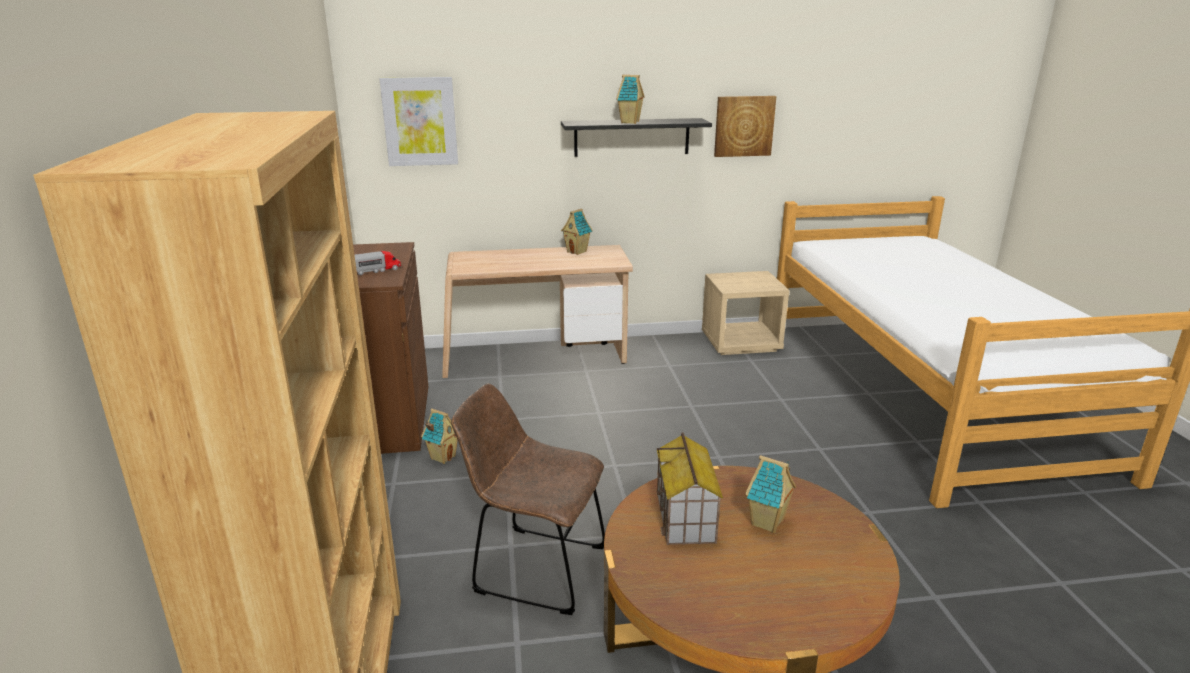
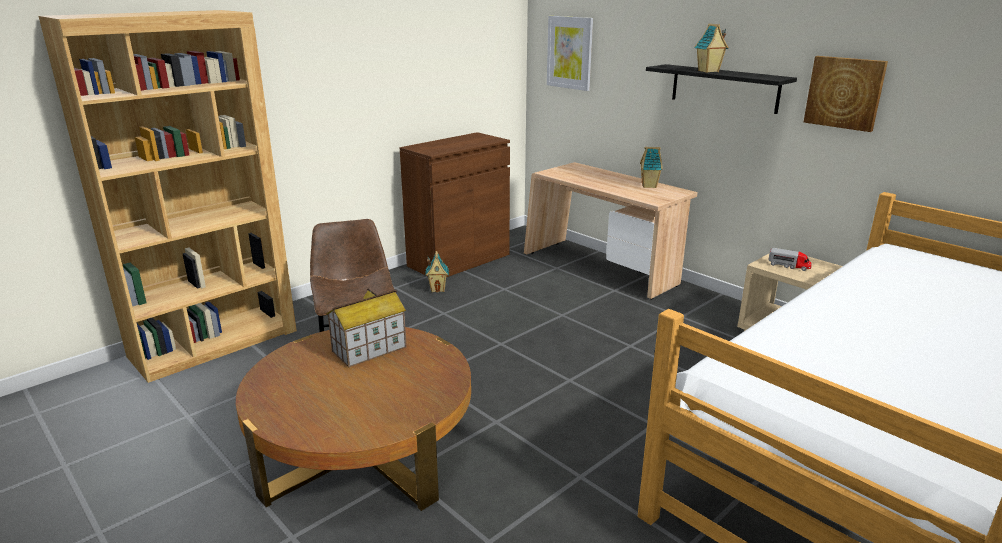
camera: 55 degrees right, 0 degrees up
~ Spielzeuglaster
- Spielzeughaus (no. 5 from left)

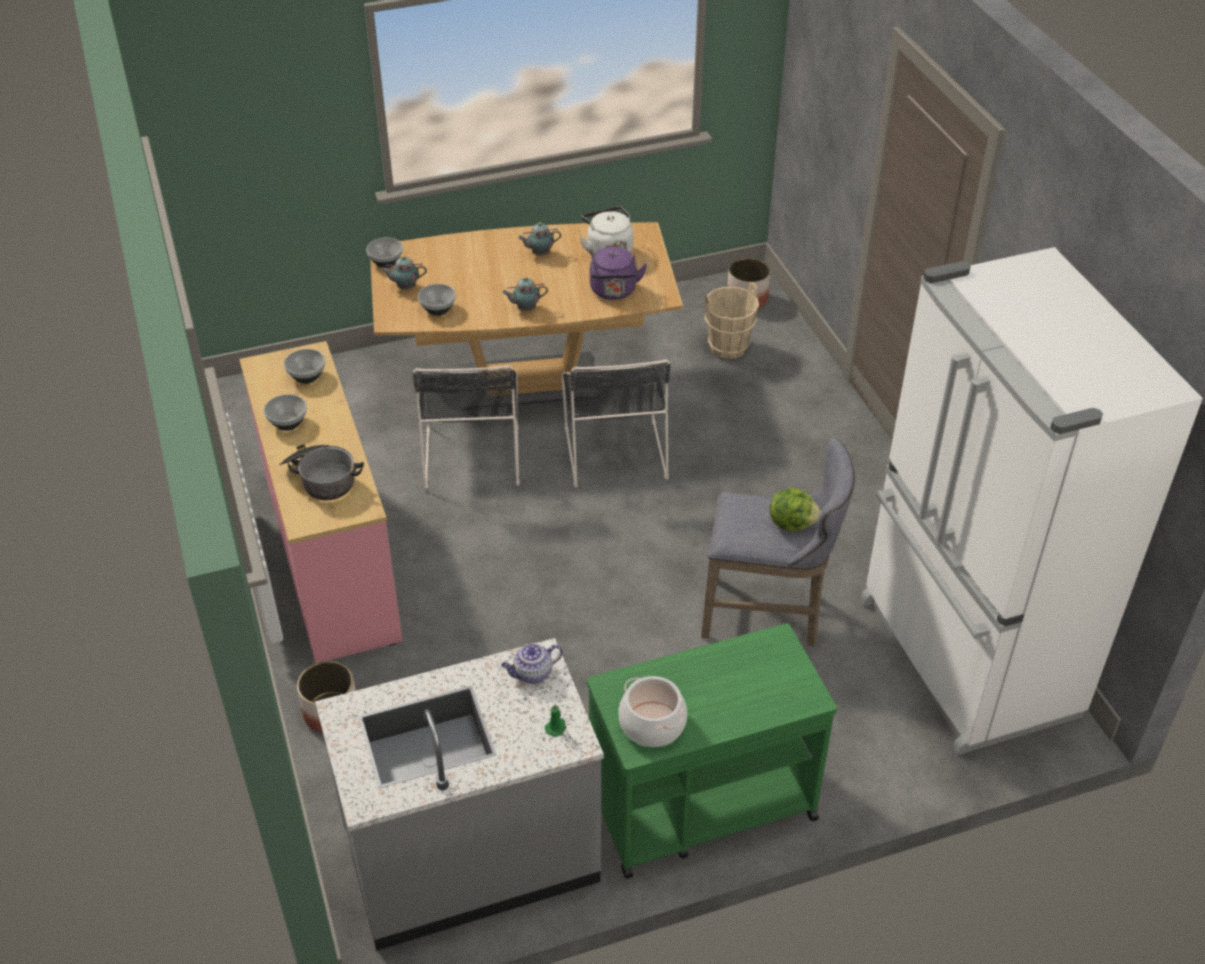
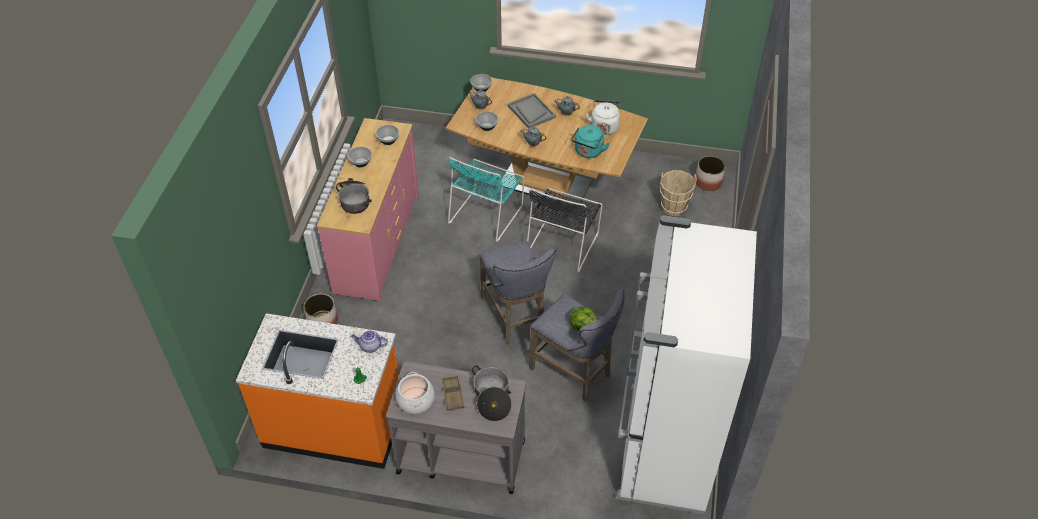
camera: 30 degrees right, 5 degrees up
~ Küchenzeile [grau] to Küchenzeile [orange]
~ Rollwagen [grün] to Rollwagen [grau]
+ Tablett [braun]
~ Stuhl [schwarz] (no. 1 from left) to Stuhl [türkis]
+ Kochtopf (no. 3 from left)
+ Hocker [grau] (no. 1 from left)
+ Tablett [grau]
~ Wasserkessel [lila] to Wasserkessel [türkis]

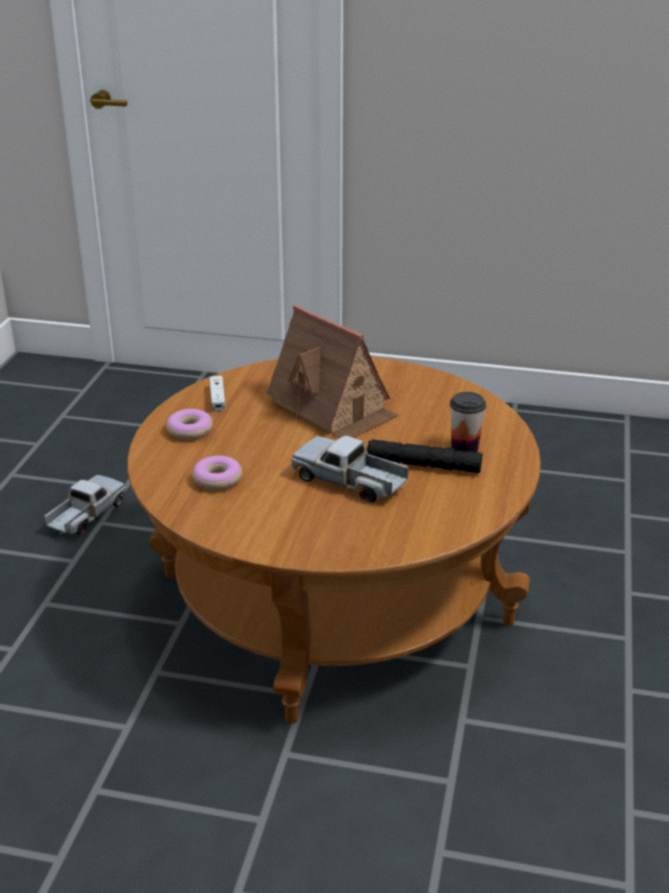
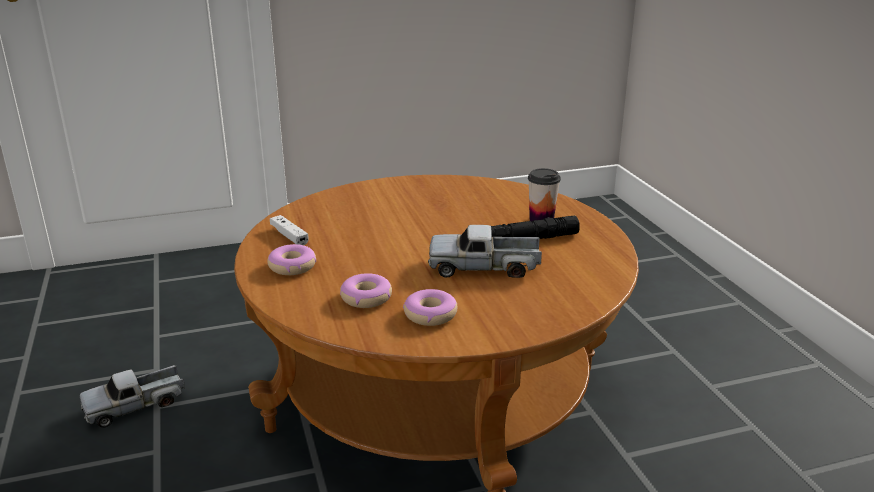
camera: 30 degrees left, 5 degrees down
~ Spielzeuglaster (no. 1 from left) 120 degrees counterclockwise
+ Donut (no. 3 from left)
- Spielzeughaus

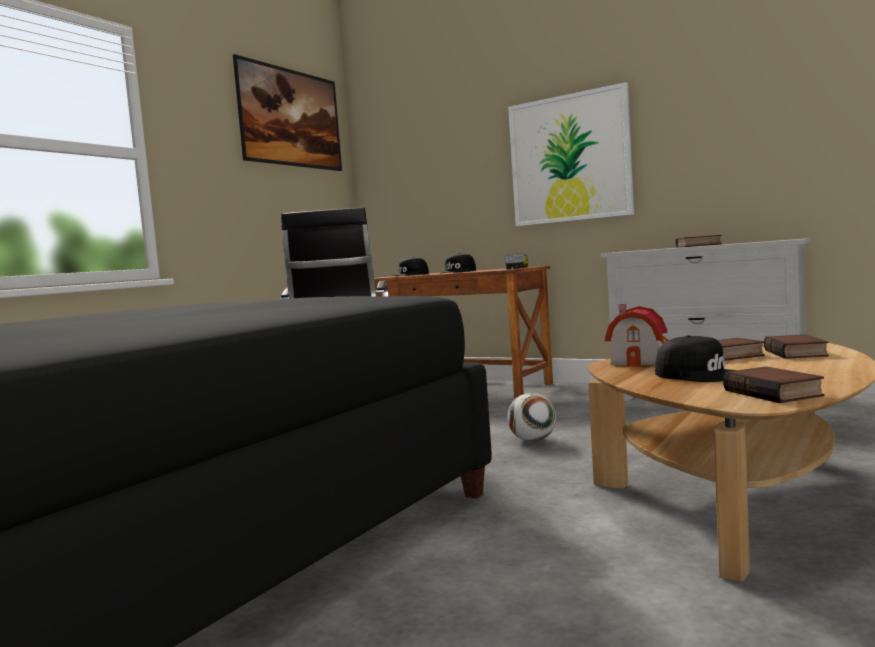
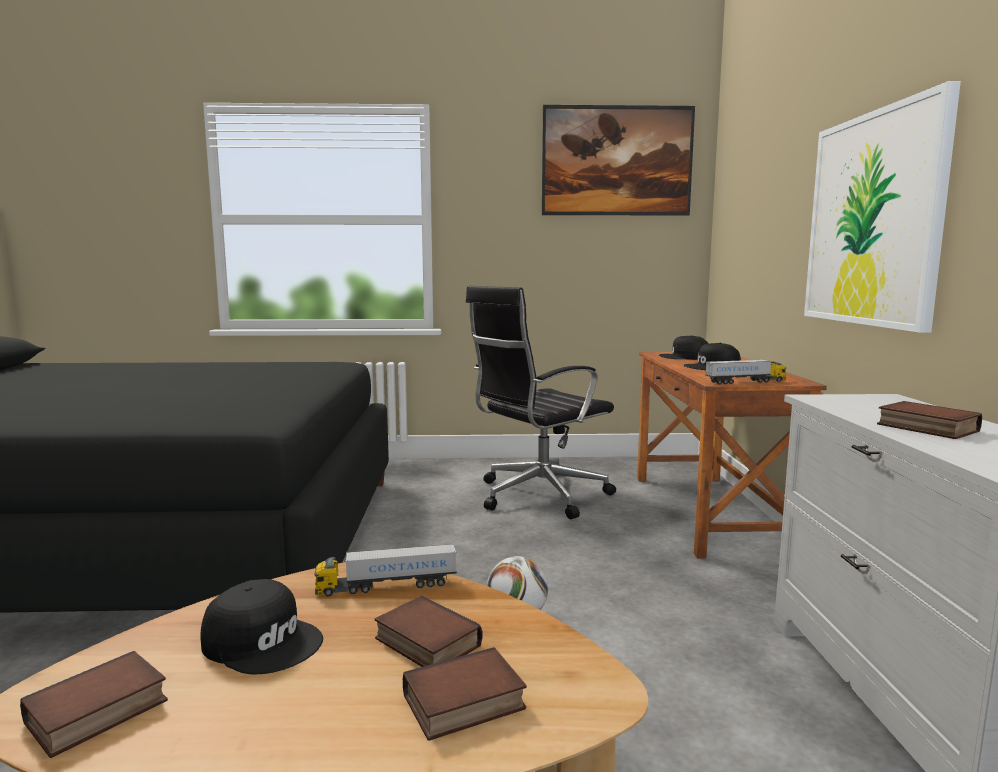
camera: 55 degrees right, 5 degrees up
~ Kappe [schwarz] (no. 3 from left in the first image) 75 degrees counterclockwise
~ Spielzeughaus to Spielzeuglaster (no. 1 from left)

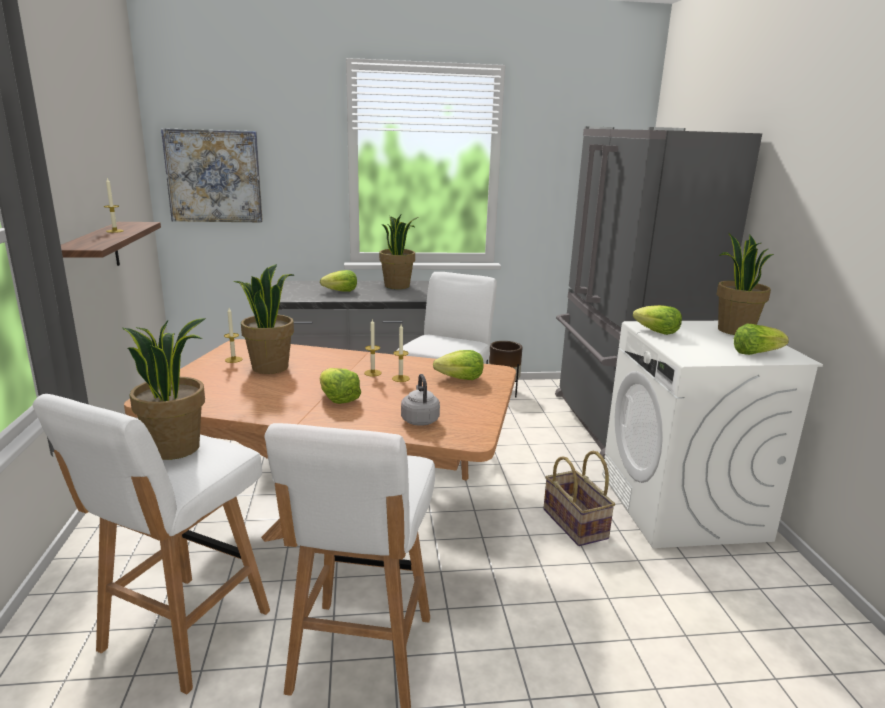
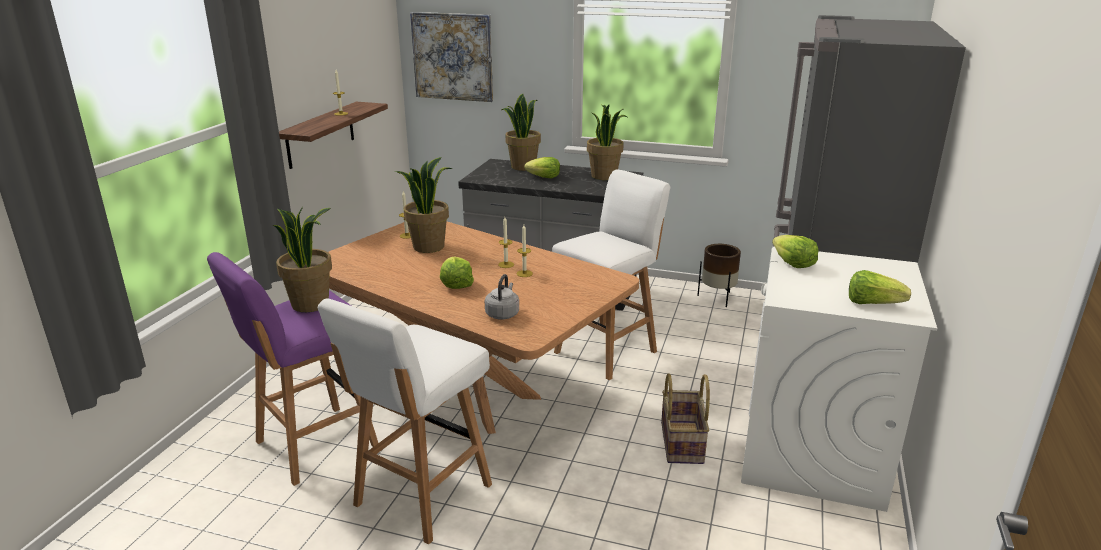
camera: 25 degrees right, 5 degrees up
~ Hocker [weiß] (no. 1 from left) to Hocker [lila]
~ Topfpflanze (no. 4 from left in the first image) to Topfpflanze (no. 3 from left)
- Salatkopf (no. 3 from left)

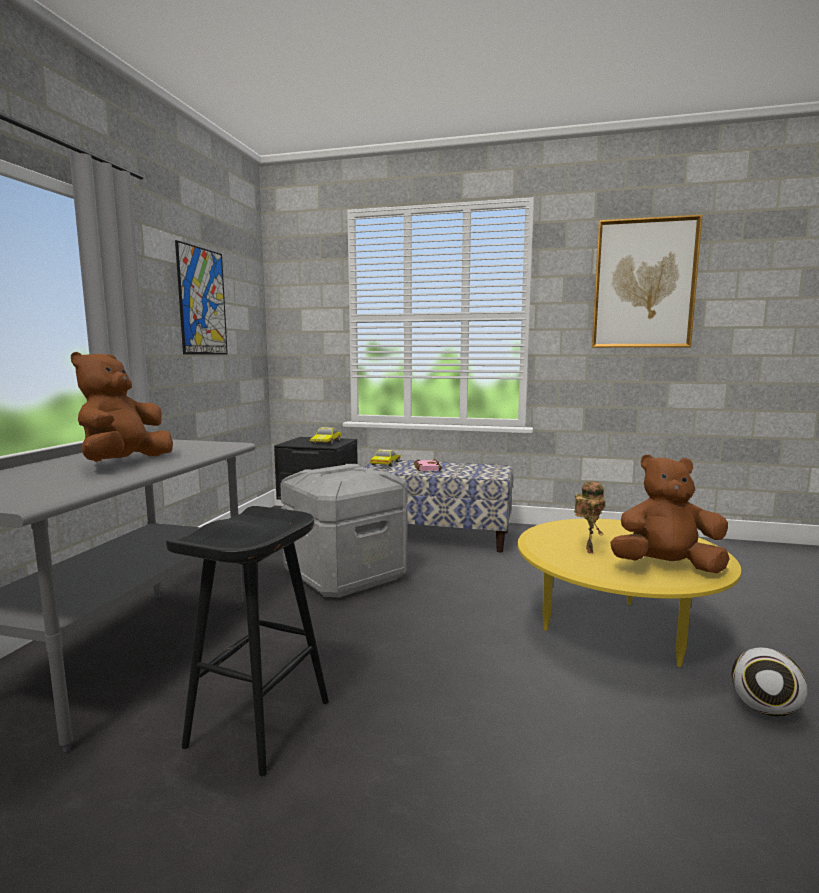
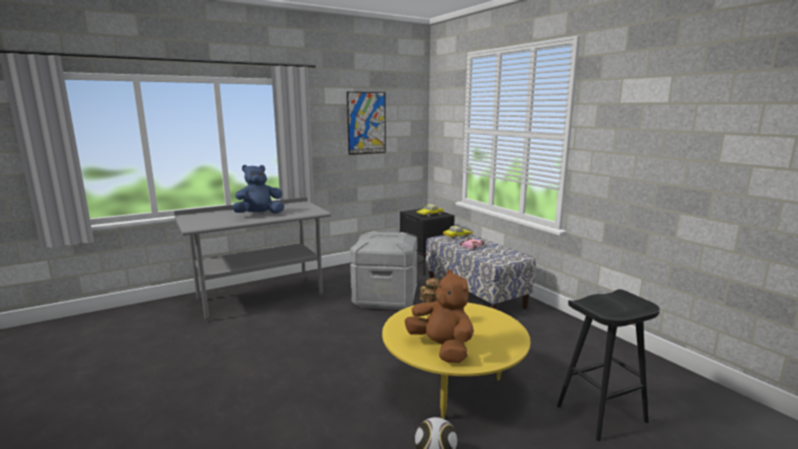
camera: 45 degrees right, 5 degrees up
~ Plüschtier [braun] (no. 1 from left) to Plüschtier [blau]
~ Hocker [schwarz]
- Bild (no. 2 from left)

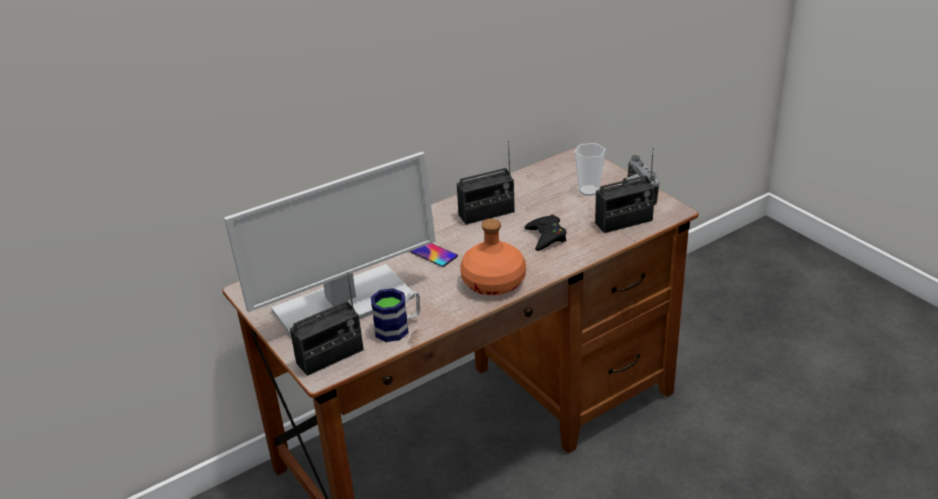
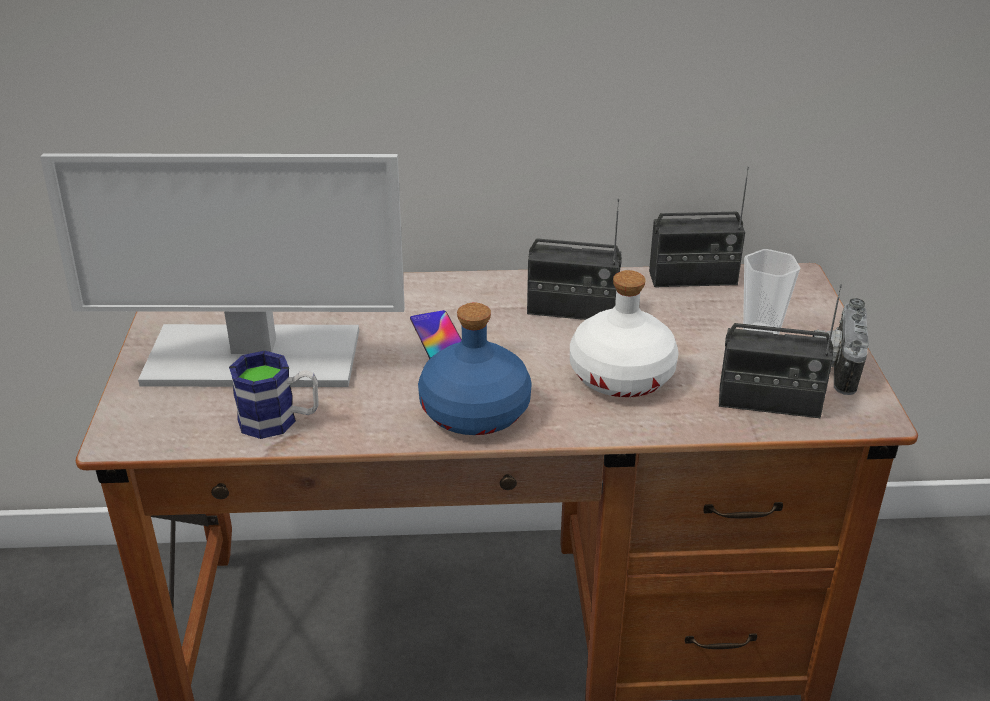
camera: 30 degrees right, 0 degrees up
~ Flasche [orange] to Flasche [blau]
~ Gamepad [schwarz] to Flasche [weiß]
~ Radio (no. 1 from left in the first image) to Radio (no. 2 from left)

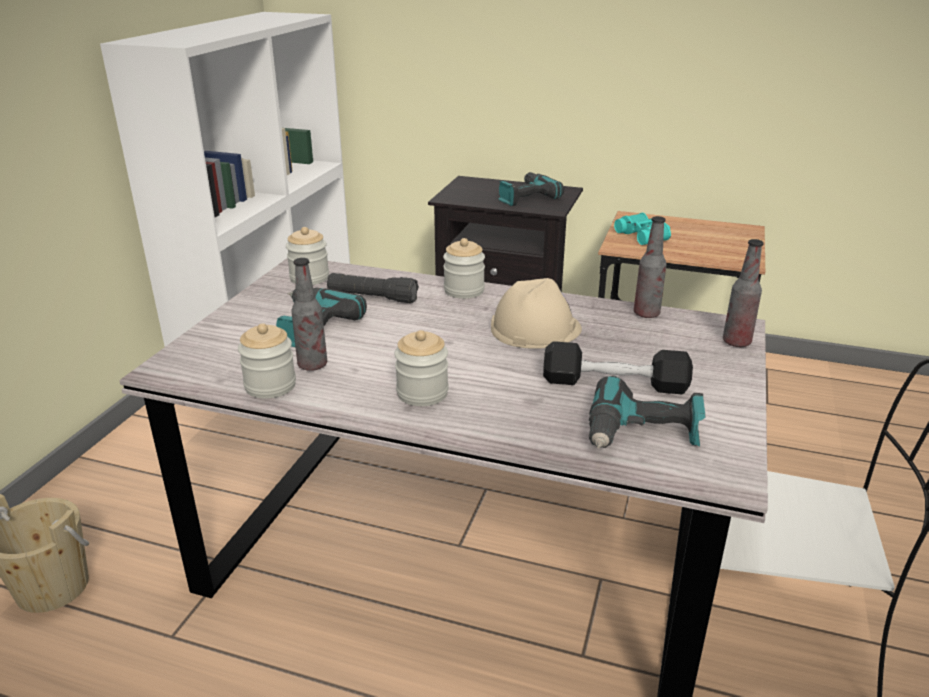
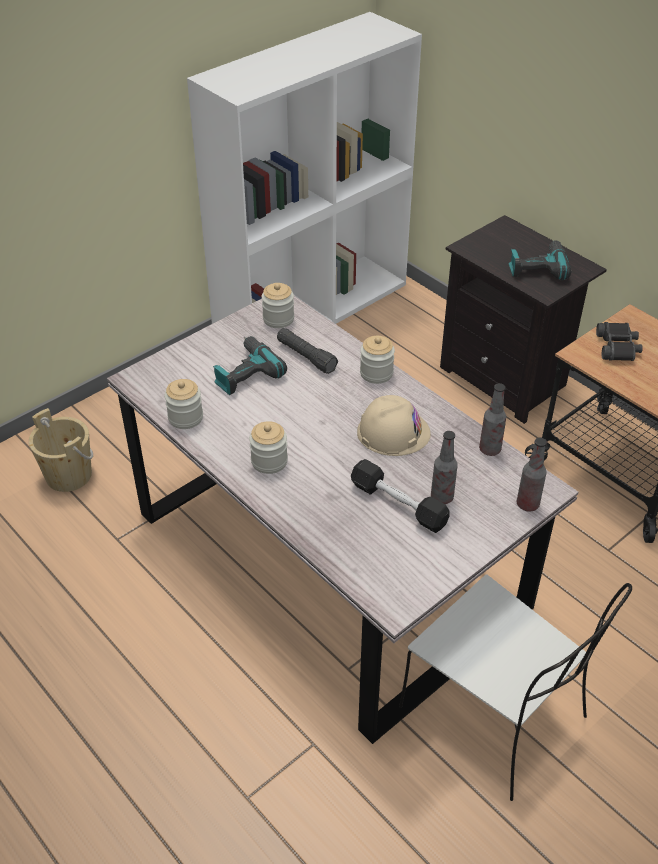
camera: 30 degrees right, 15 degrees up
~ Flasche (no. 1 from left)
~ Fernglas [türkis] to Fernglas [schwarz]
- Bohrmaschine (no. 3 from left)

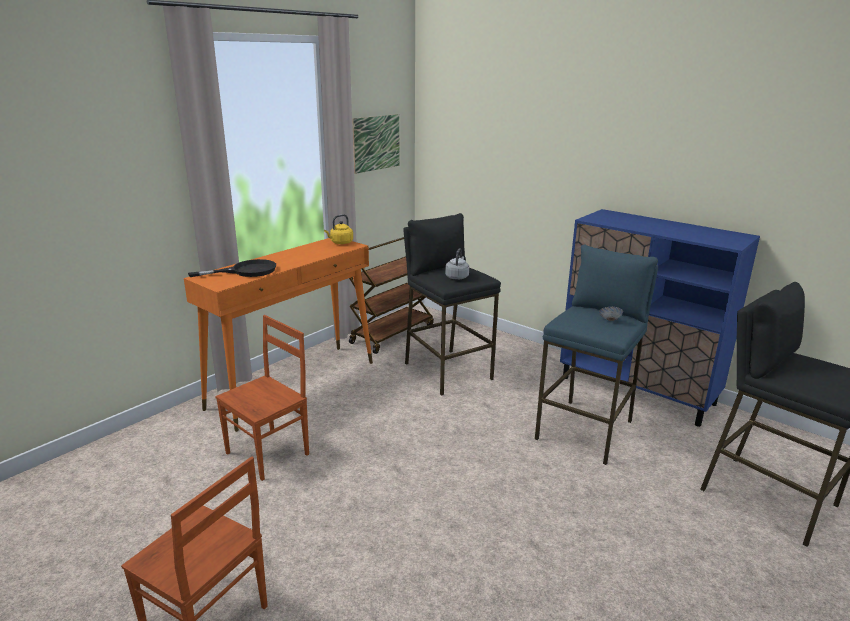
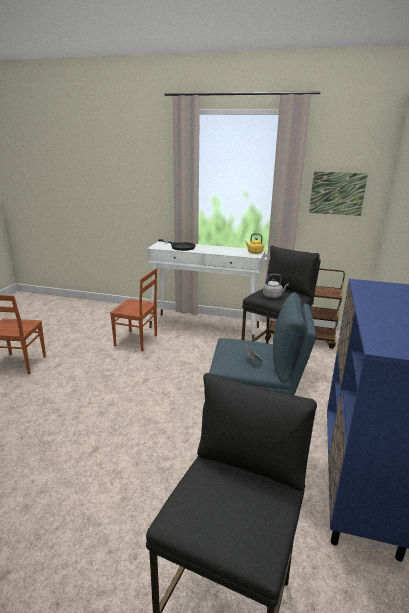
camera: 65 degrees right, 0 degrees up
~ Konsolentisch [orange] to Konsolentisch [weiß]

